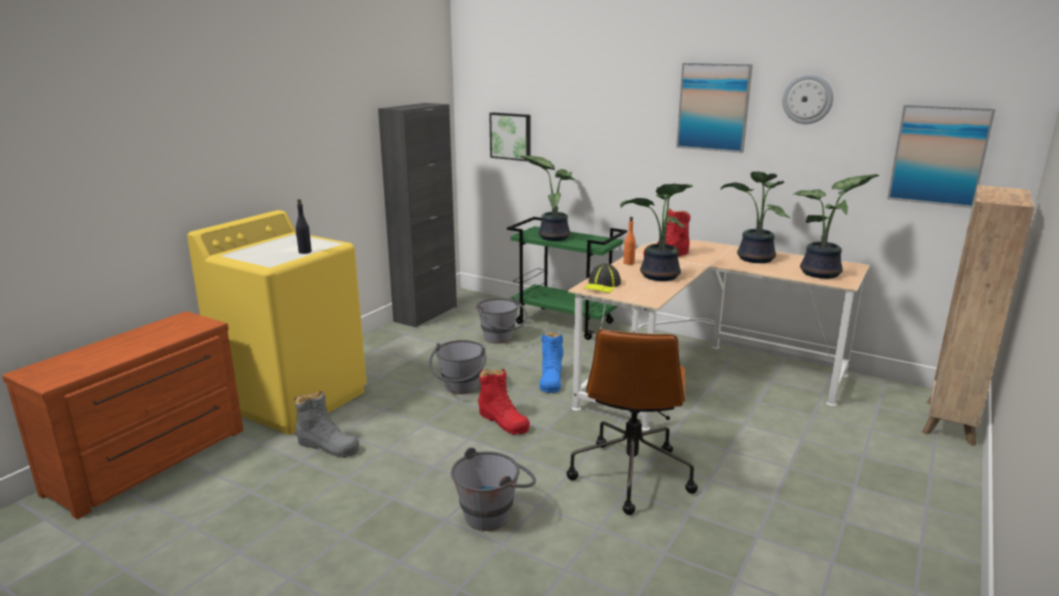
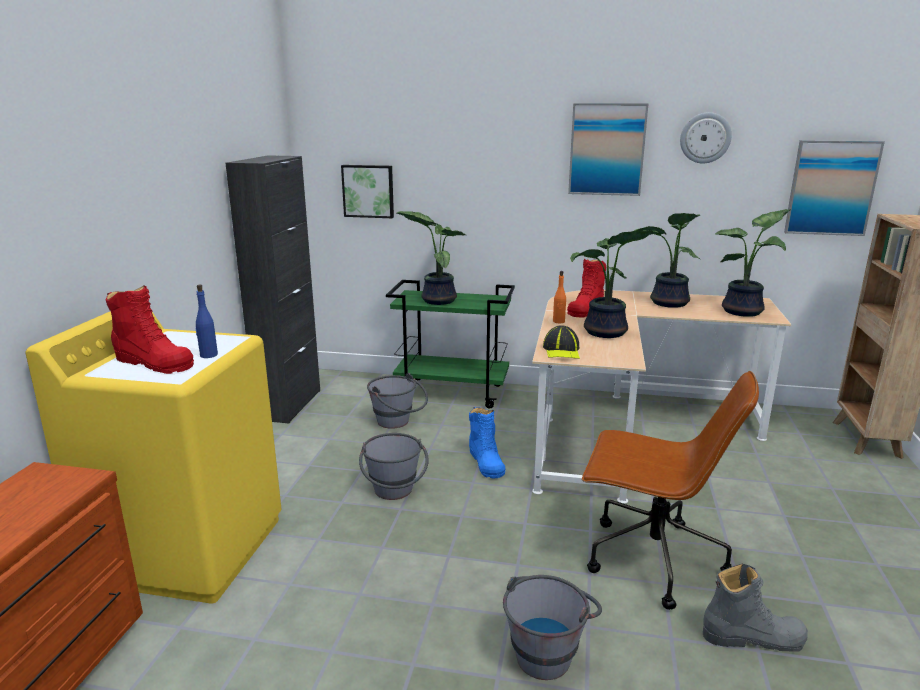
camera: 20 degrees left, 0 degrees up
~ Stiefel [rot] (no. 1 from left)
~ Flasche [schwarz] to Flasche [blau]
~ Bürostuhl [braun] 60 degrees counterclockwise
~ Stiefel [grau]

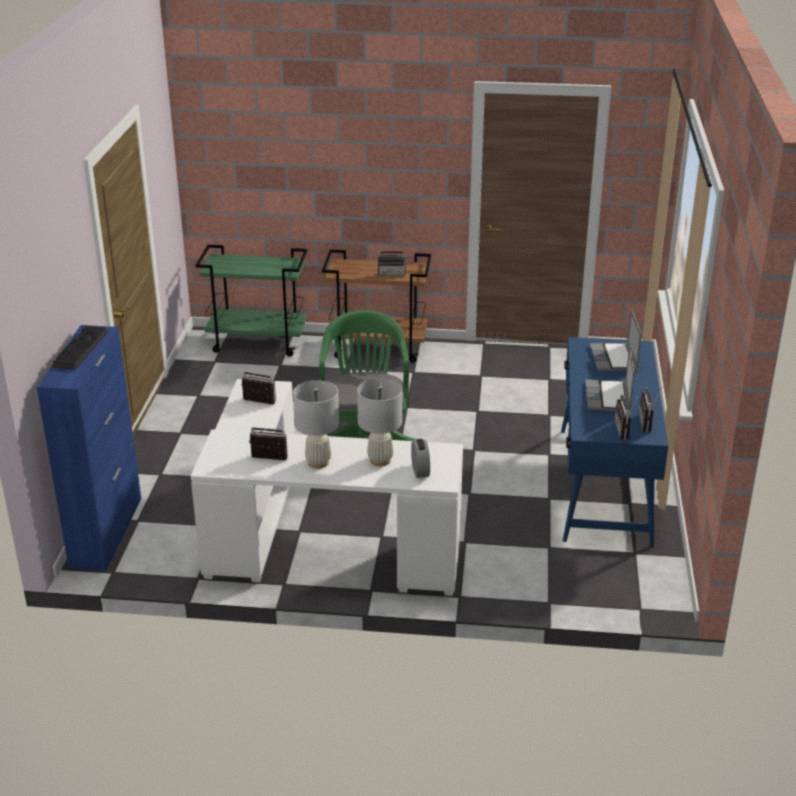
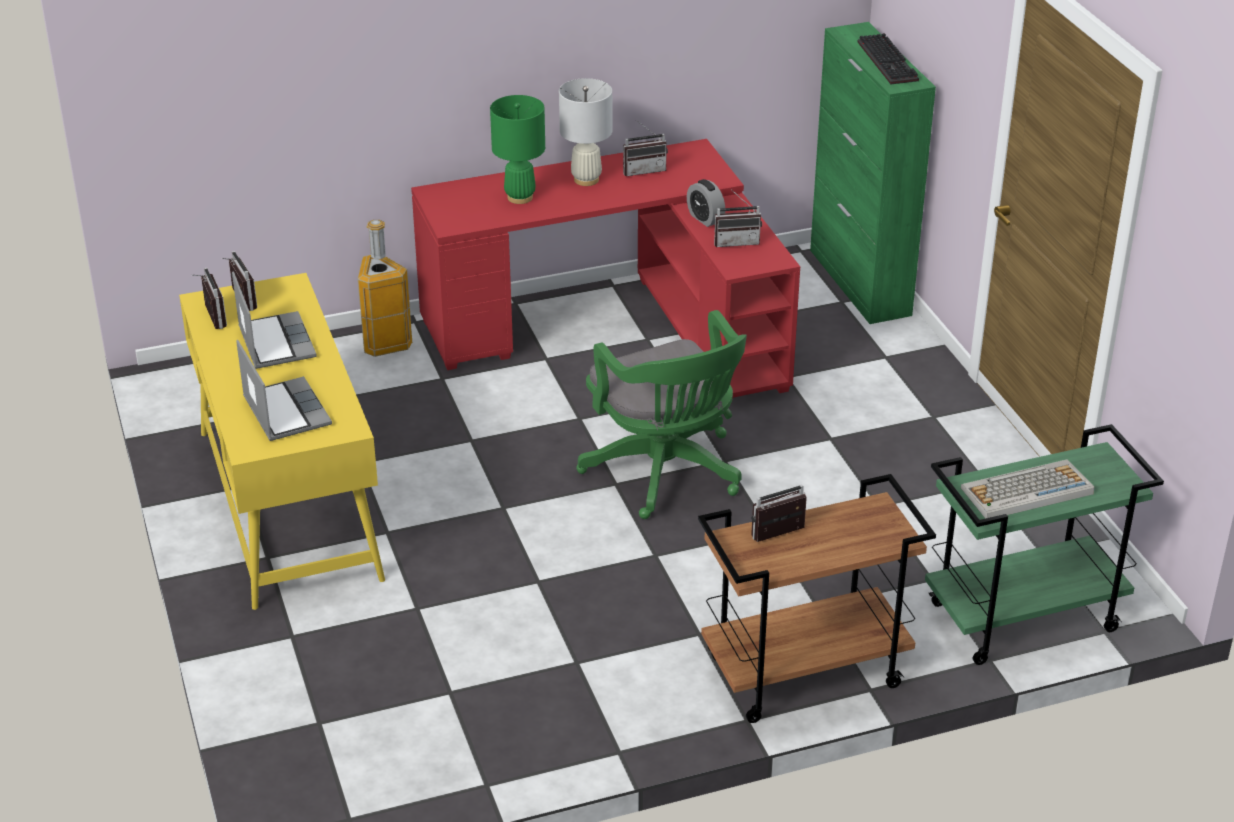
camera: 155 degrees right, 5 degrees up
~ Schreibtisch [blau] to Schreibtisch [gelb]
+ Mülleimer
~ Schreibtisch [weiß] to Schreibtisch [rot]
~ Tischlampe [weiß] (no. 2 from left) to Tischlampe [grün]
~ Wecker
~ Schrank [blau] to Schrank [grün]
+ Tastatur (no. 2 from left)

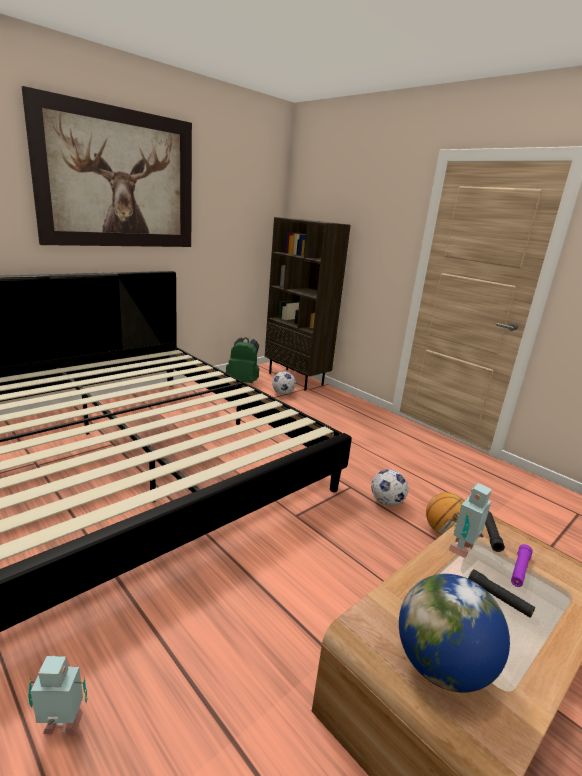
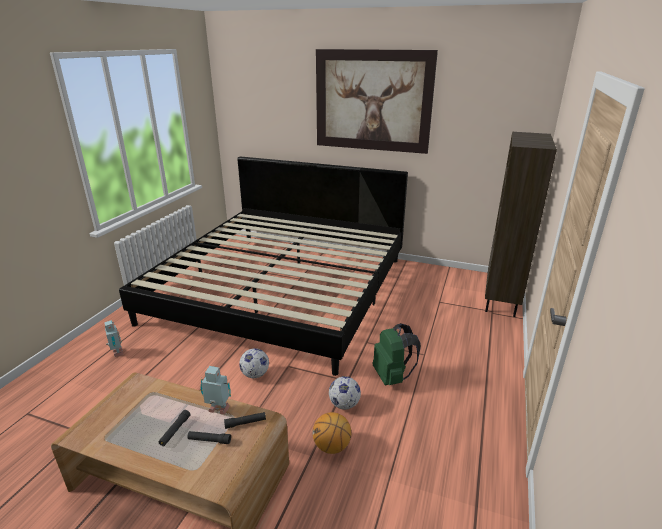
camera: 65 degrees right, 5 degrees up
~ Taschenlampe [lila] to Taschenlampe [schwarz] (no. 2 from left)
~ Fußball (no. 1 from left)
~ Rucksack [grün]
- Globus

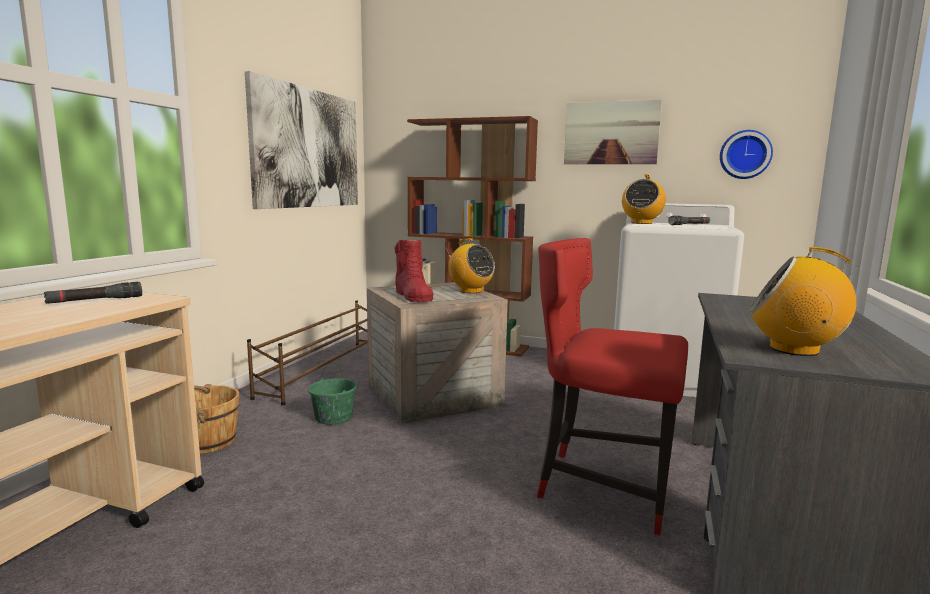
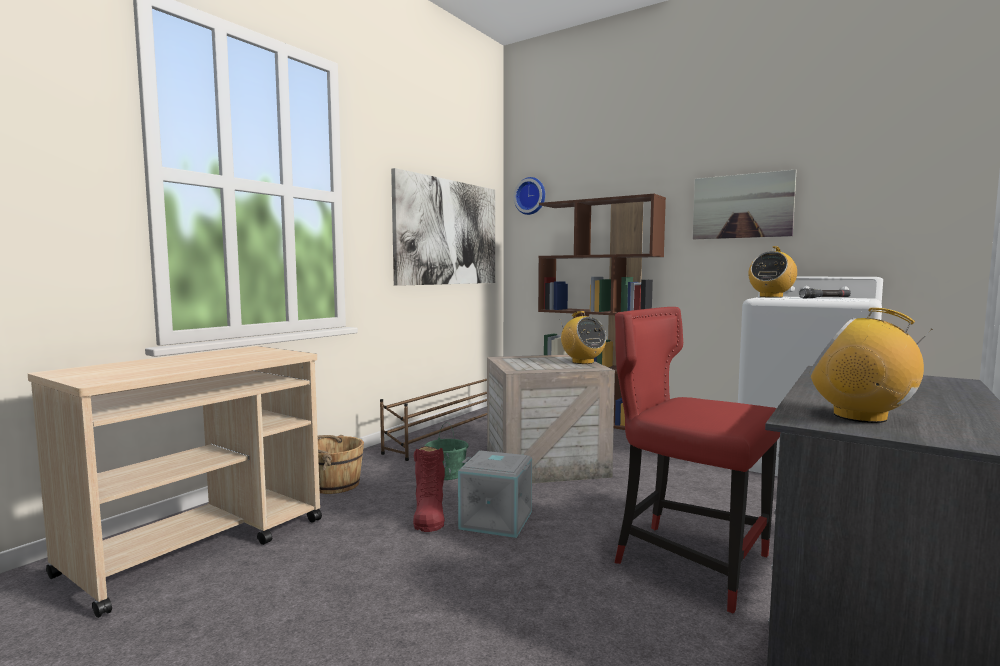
camera: 15 degrees right, 5 degrees down
~ Stiefel [rot]
+ Aufbewahrungsbox [grau]
~ Wanduhr
- Taschenlampe [schwarz] (no. 1 from left)

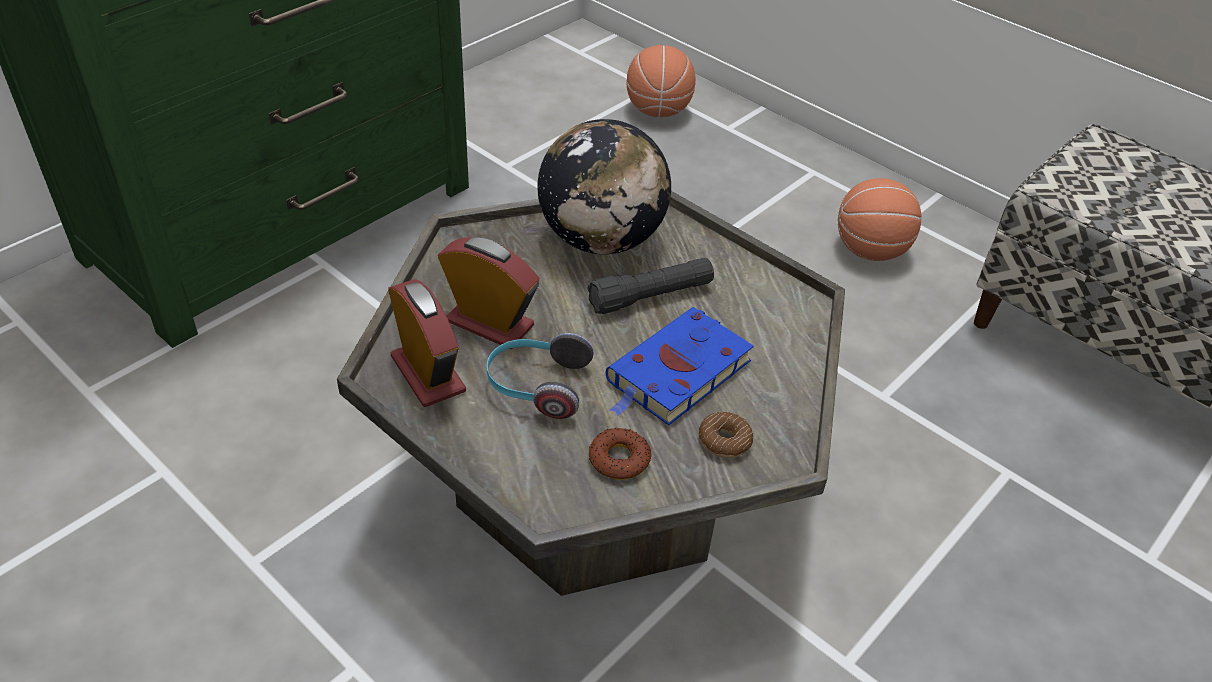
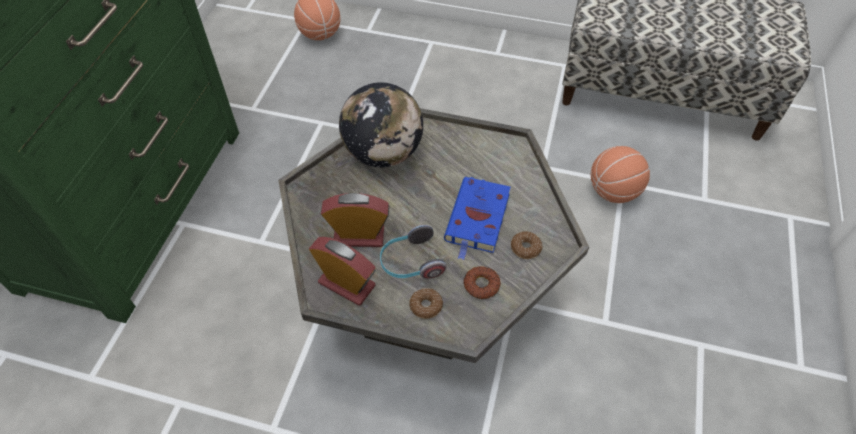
camera: 25 degrees left, 10 degrees up
+ Donut (no. 1 from left)
~ Basketball (no. 2 from left)
- Taschenlampe [schwarz]

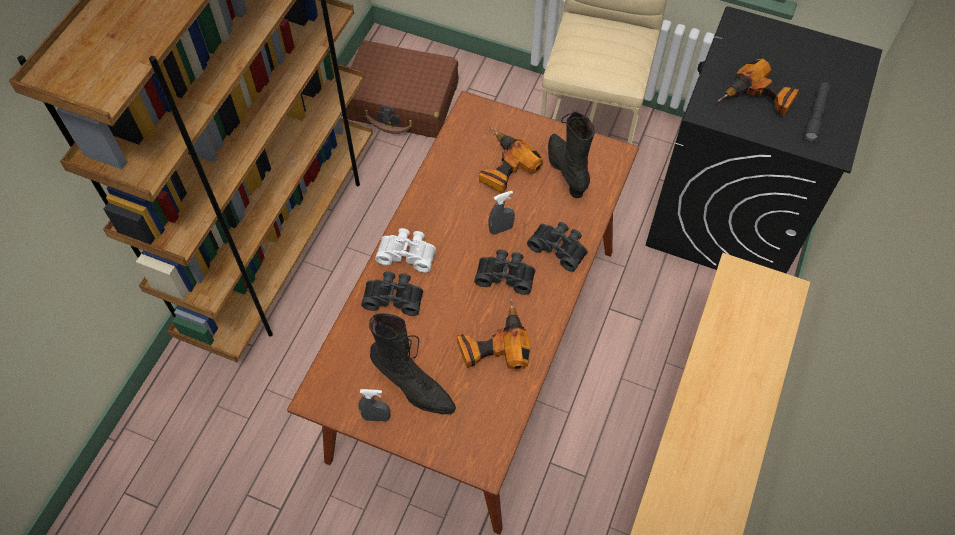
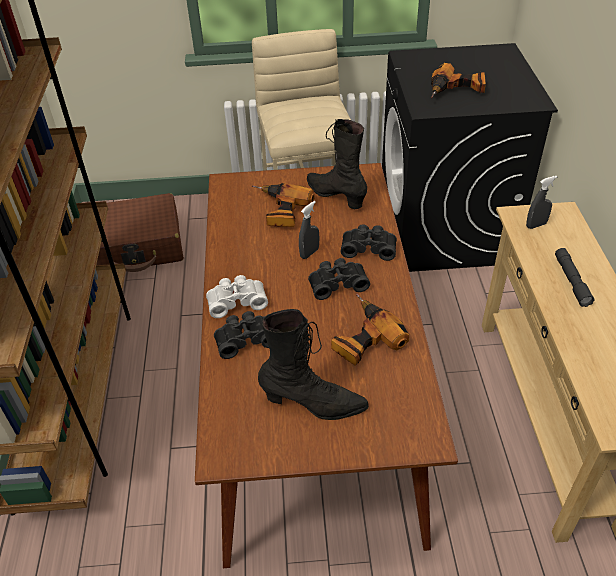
camera: 25 degrees left, 15 degrees down
~ Sprühflasche [grau] (no. 1 from left in the first image) to Sprühflasche [grau] (no. 2 from left)
~ Taschenlampe [grau]

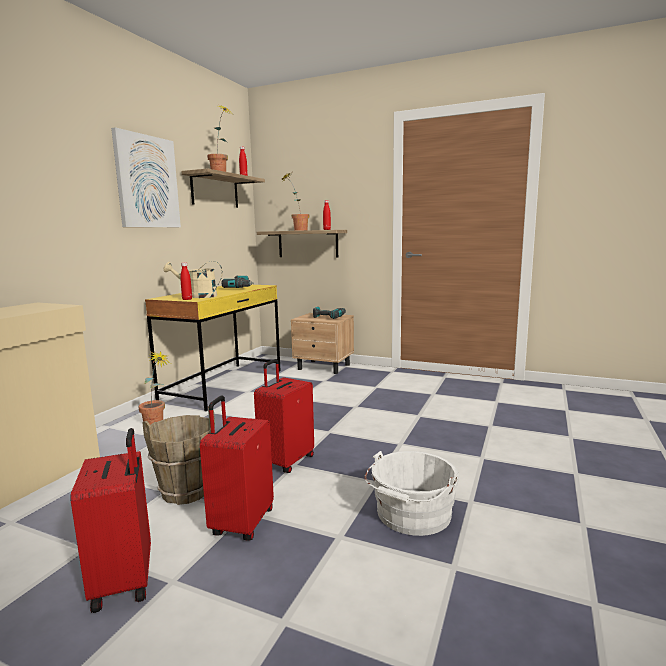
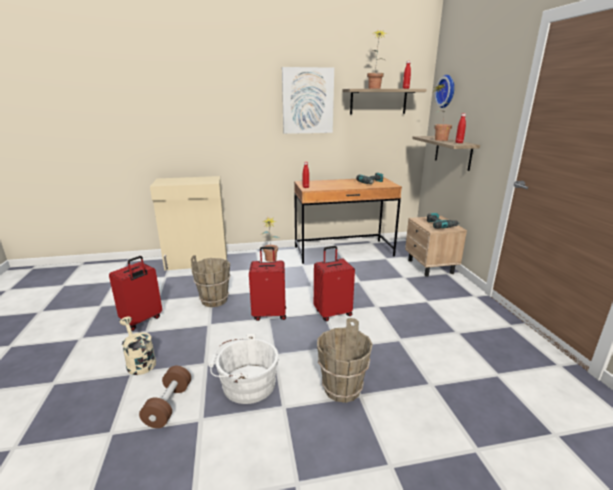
camera: 55 degrees right, 10 degrees up
~ Gießkanne [beige]
+ Hantel [braun]
~ Schreibtisch [gelb] to Schreibtisch [braun]
~ Koffer [rot] (no. 2 from left in the first image) to Koffer [rot] (no. 3 from left)
+ Eimer [braun] (no. 2 from left)
+ Wanduhr

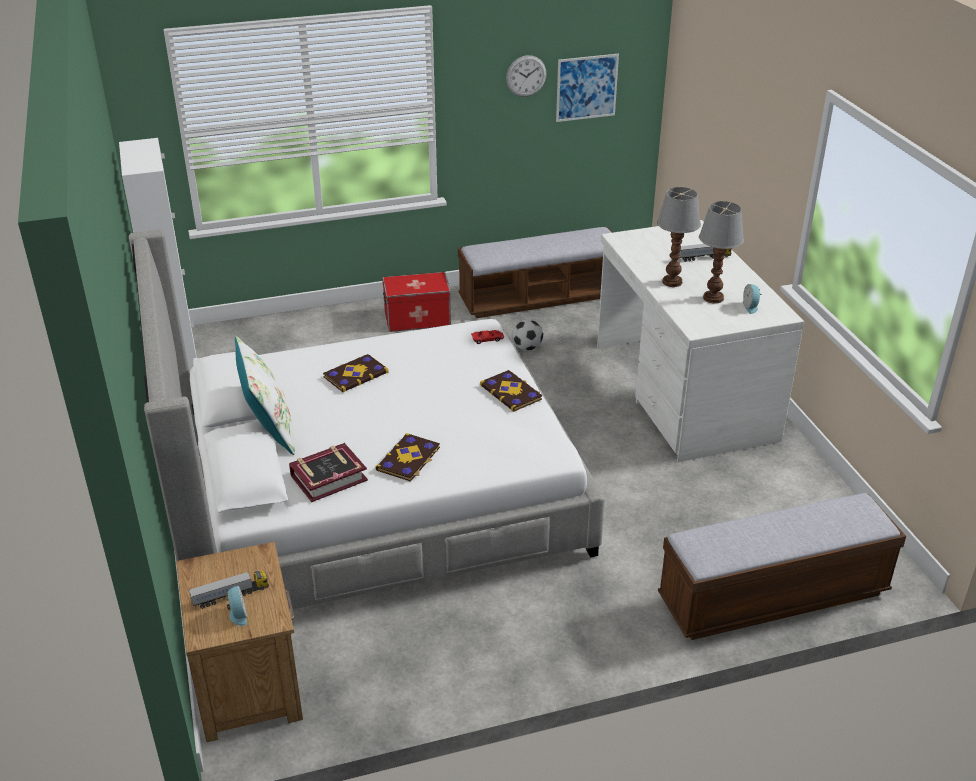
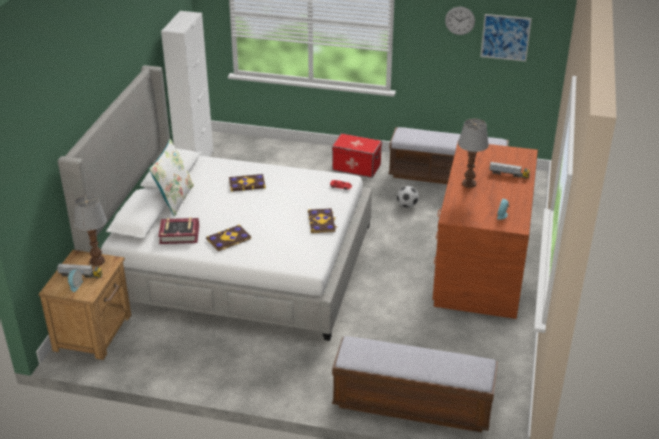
camera: 30 degrees right, 0 degrees up
~ Tischlampe (no. 2 from left in the first image) to Tischlampe (no. 1 from left)
~ Schreibtisch [weiß] to Schreibtisch [braun]

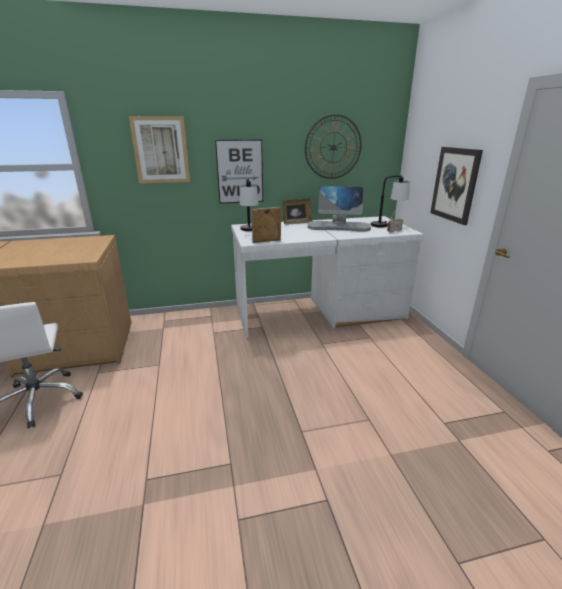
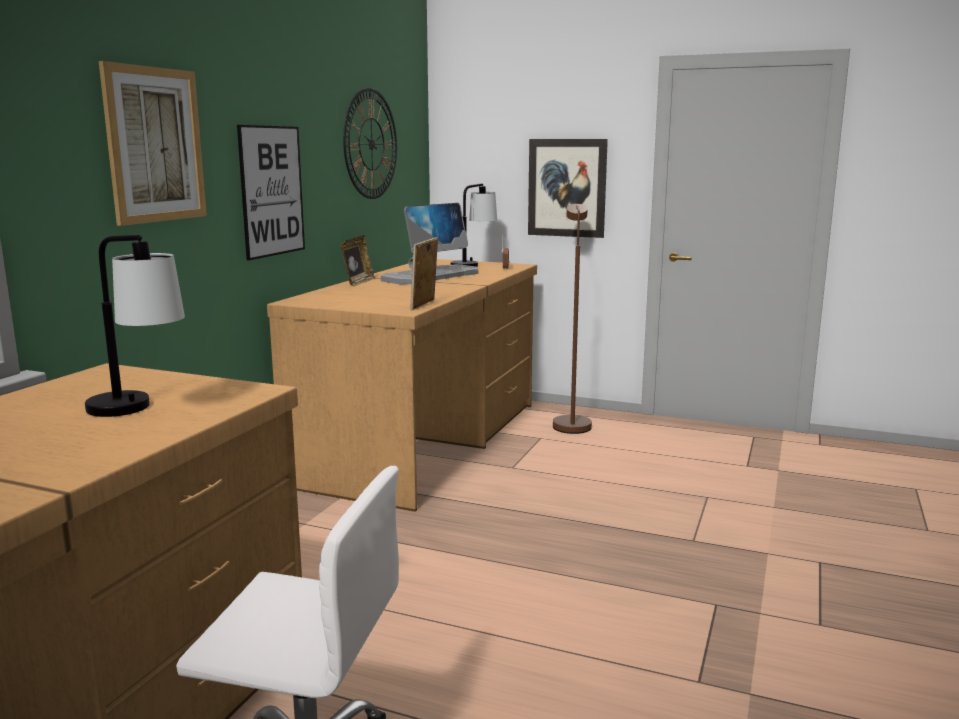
camera: 55 degrees left, 10 degrees down
~ Tischlampe (no. 1 from left)
~ Schreibtisch [weiß] to Schreibtisch [braun] (no. 2 from left)
+ Stehlampe [braun]

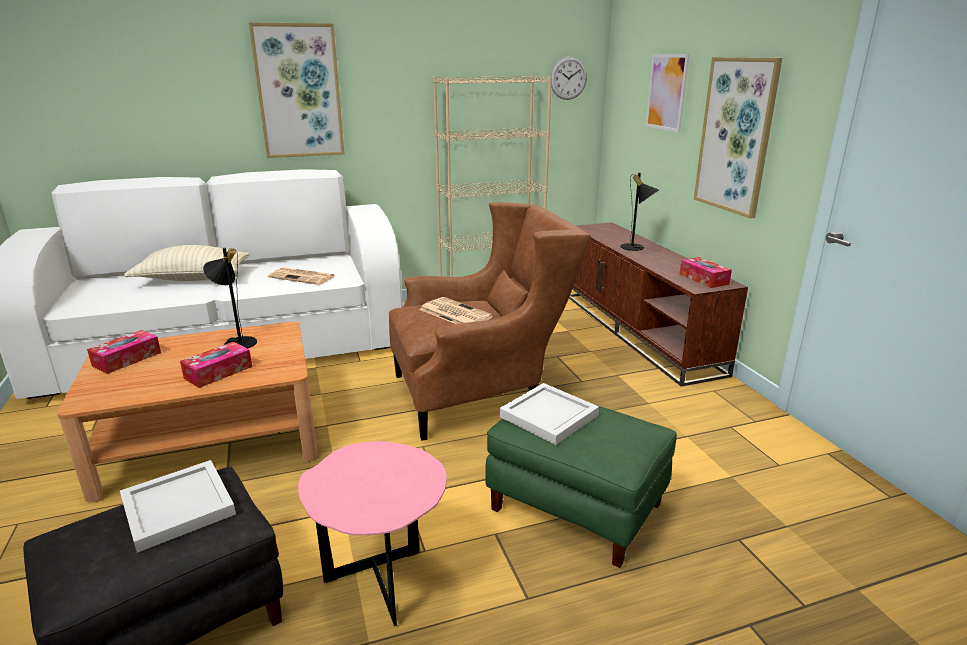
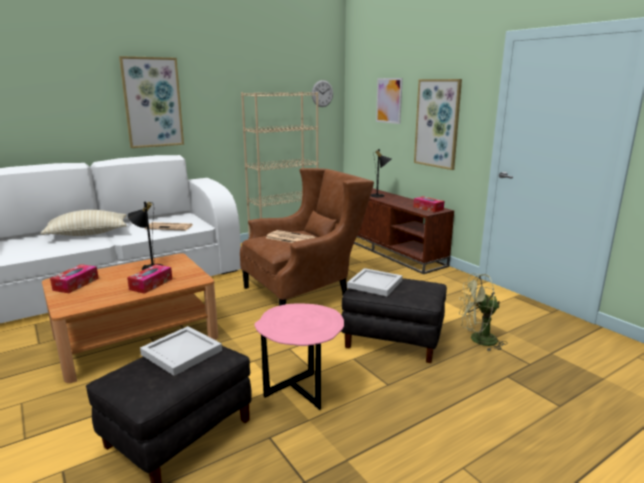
camera: 15 degrees left, 5 degrees down
~ Polsterhocker [grün] to Polsterhocker [schwarz] (no. 2 from left)
+ Ventilator [grün]

